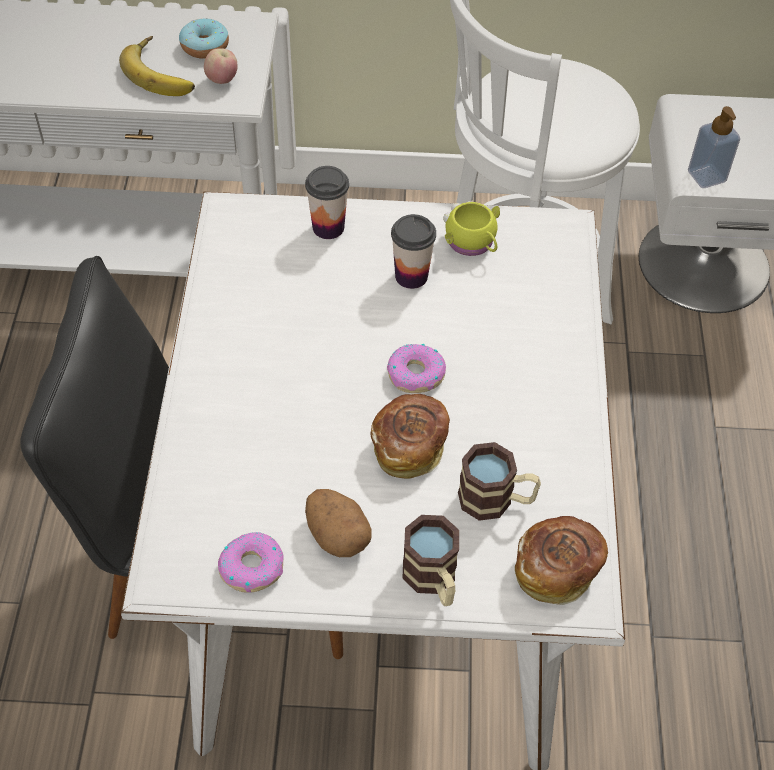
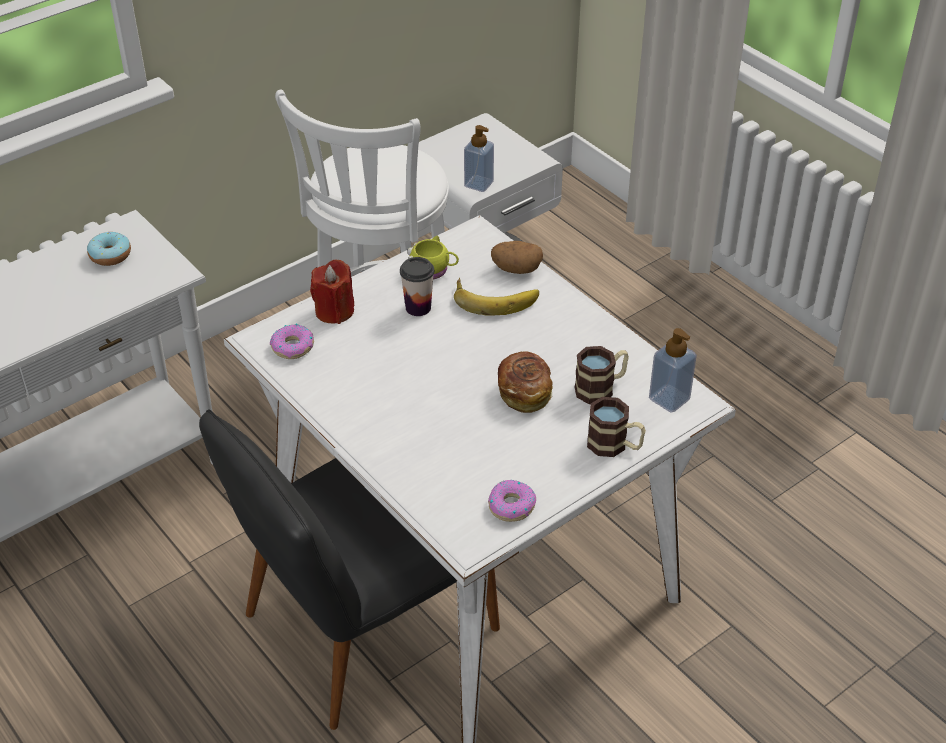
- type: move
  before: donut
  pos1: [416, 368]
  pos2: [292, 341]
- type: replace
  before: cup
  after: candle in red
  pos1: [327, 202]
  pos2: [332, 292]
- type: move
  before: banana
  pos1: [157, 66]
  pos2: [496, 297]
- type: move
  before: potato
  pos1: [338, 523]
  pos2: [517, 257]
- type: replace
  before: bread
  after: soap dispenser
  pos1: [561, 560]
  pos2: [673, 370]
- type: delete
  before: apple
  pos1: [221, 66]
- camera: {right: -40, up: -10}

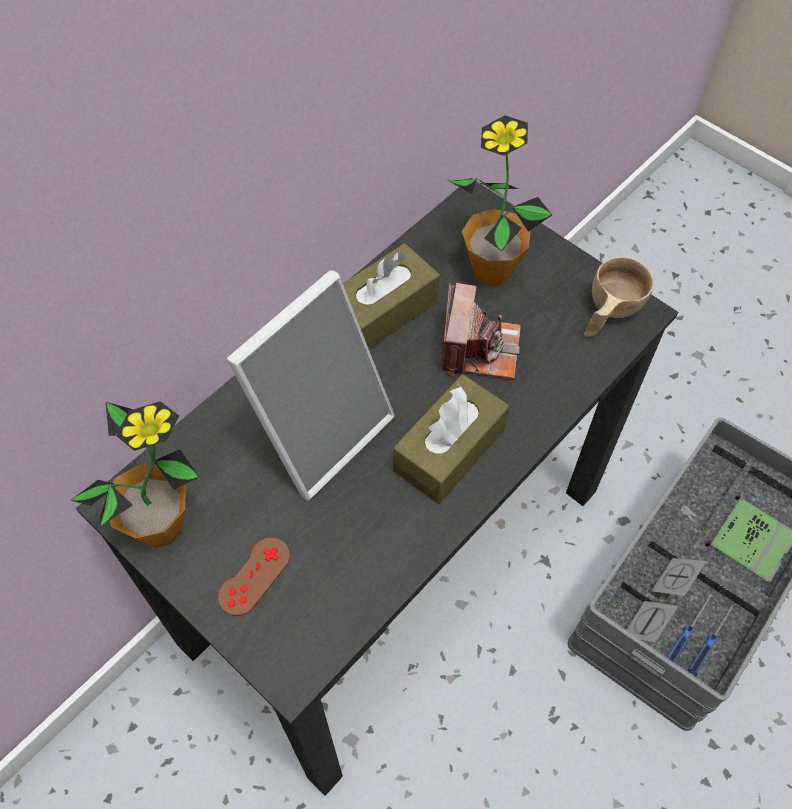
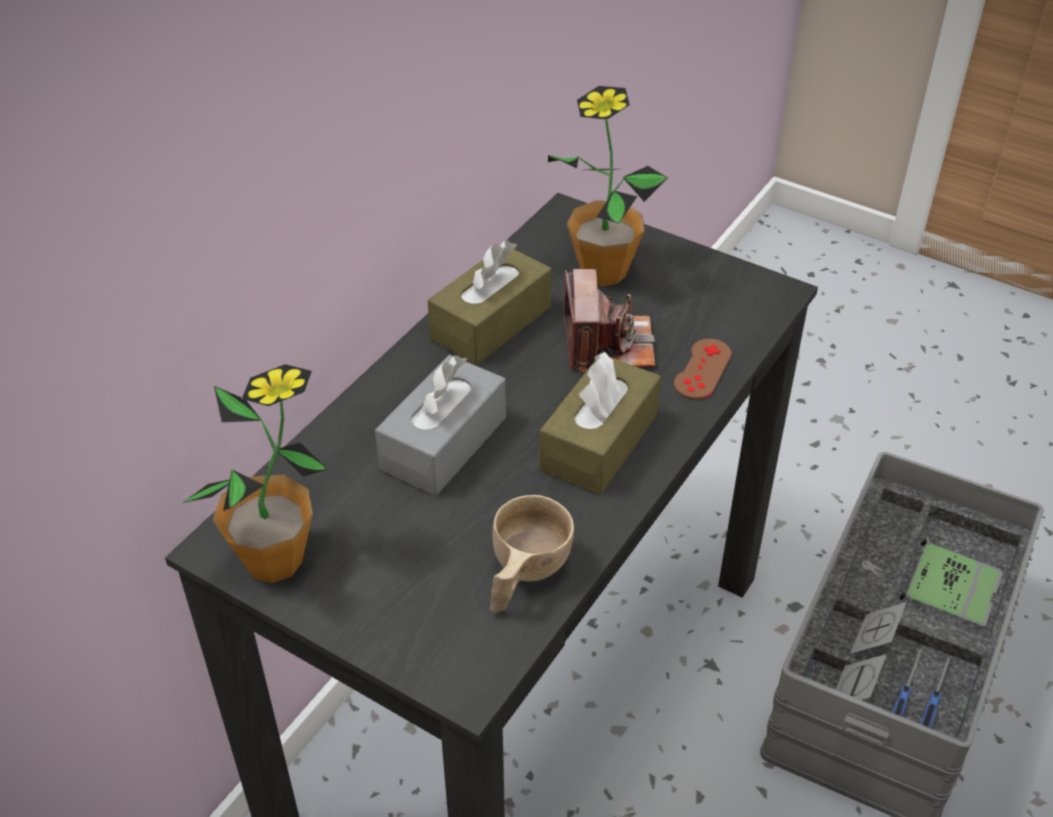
- type: replace
  before: picture frame
  after: tissue box in grey
  pos1: [311, 385]
  pos2: [440, 425]
- type: move
  before: cup in beige
  pos1: [619, 297]
  pos2: [532, 554]
- type: move
  before: game controller in brown
  pos1: [254, 577]
  pos2: [703, 369]
- camera: {right: -10, up: -15}

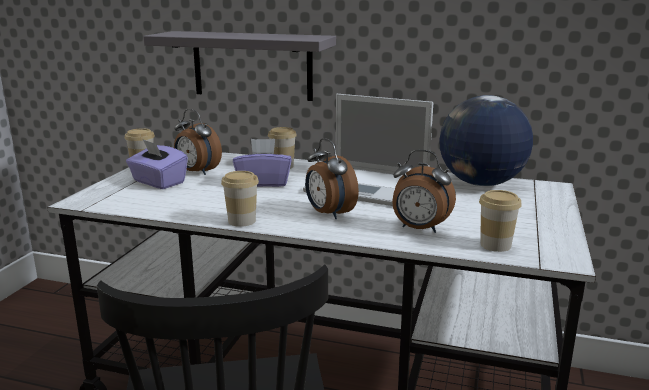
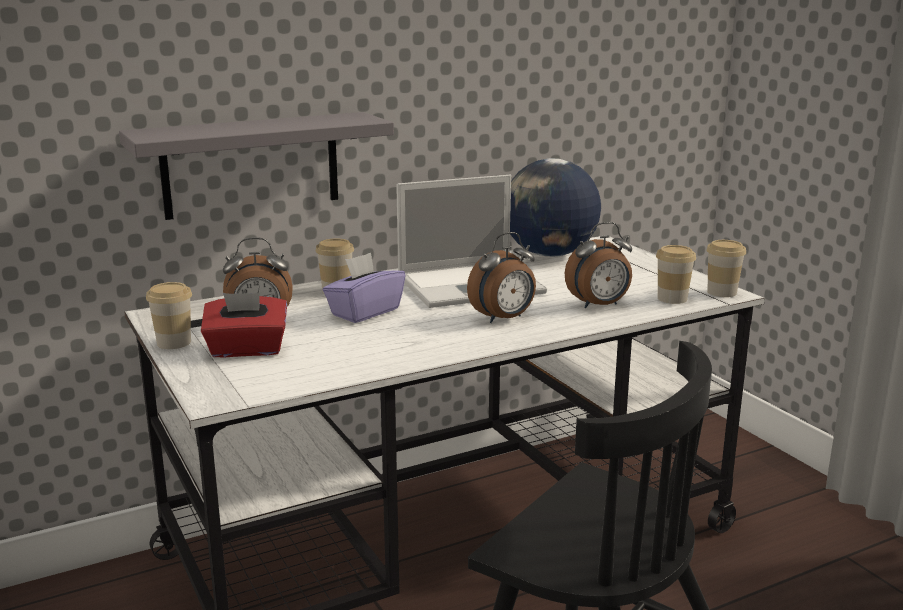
- type: recolor
  before: tissue box in purple
  after: tissue box in red
  pos1: [157, 164]
  pos2: [244, 325]
- type: rotate
  before: alarm clock
  pos1: [332, 178]
  pos2: [501, 277]
  turn: -45
- type: move
  before: cup
  pos1: [240, 199]
  pos2: [726, 268]
- camera: {right: -45, up: 0}

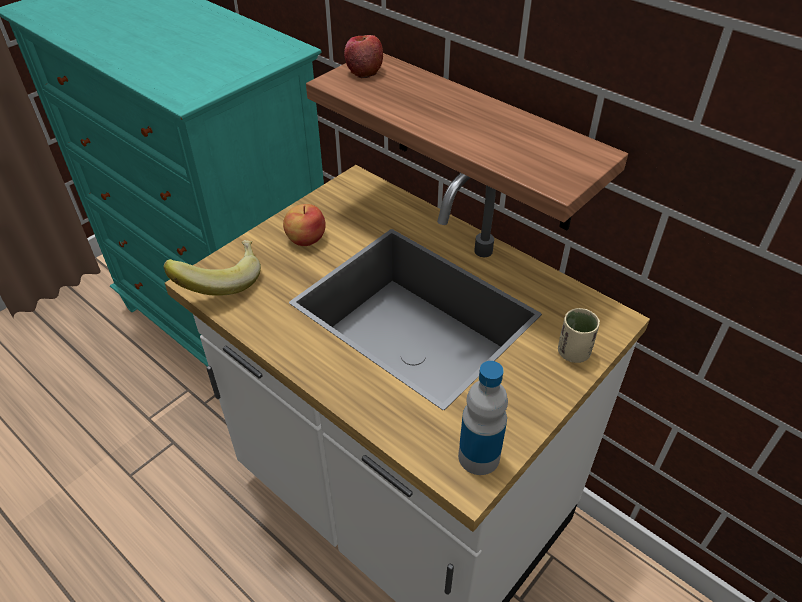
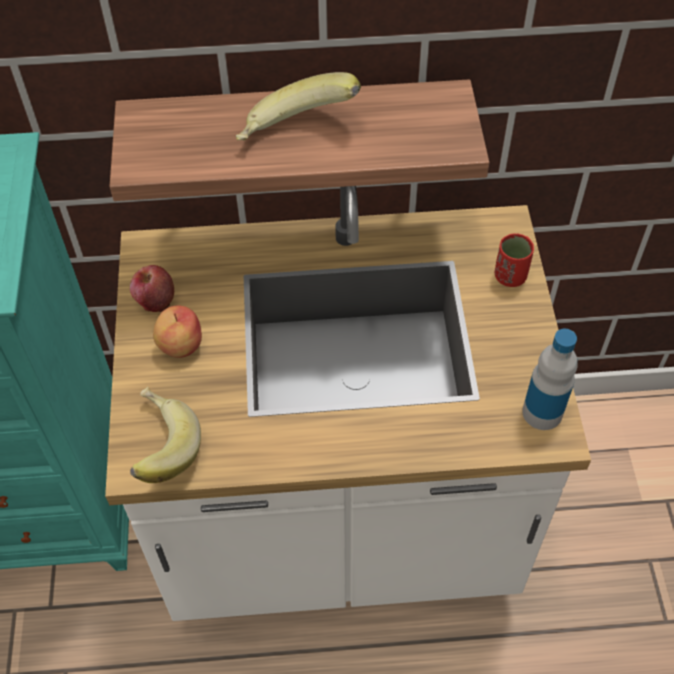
- type: move
  before: apple
  pos1: [363, 56]
  pos2: [152, 288]
- type: insert
  after: banana
  pos2: [298, 106]
- type: recolor
  before: cup in beige
  after: cup in red
  pos1: [579, 335]
  pos2: [514, 260]
- camera: {right: -45, up: 10}

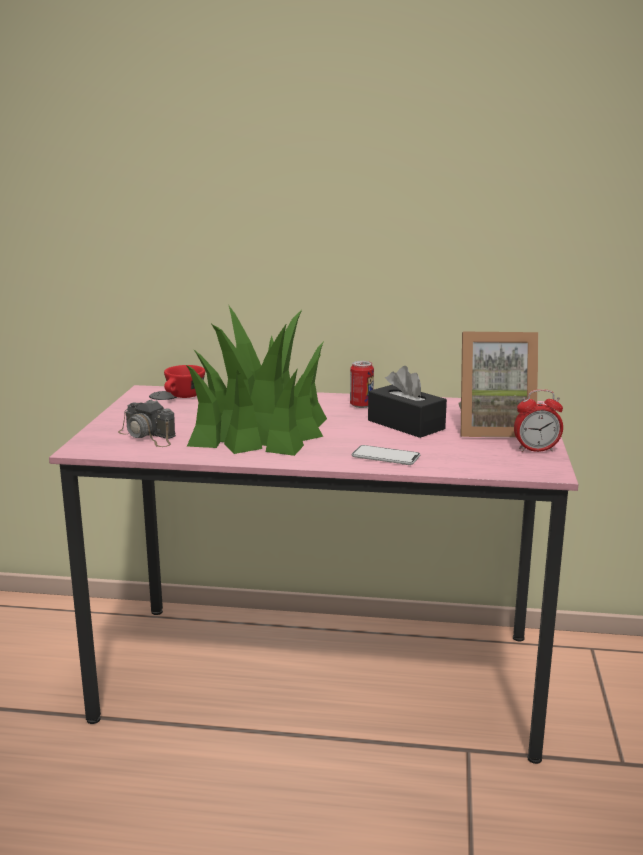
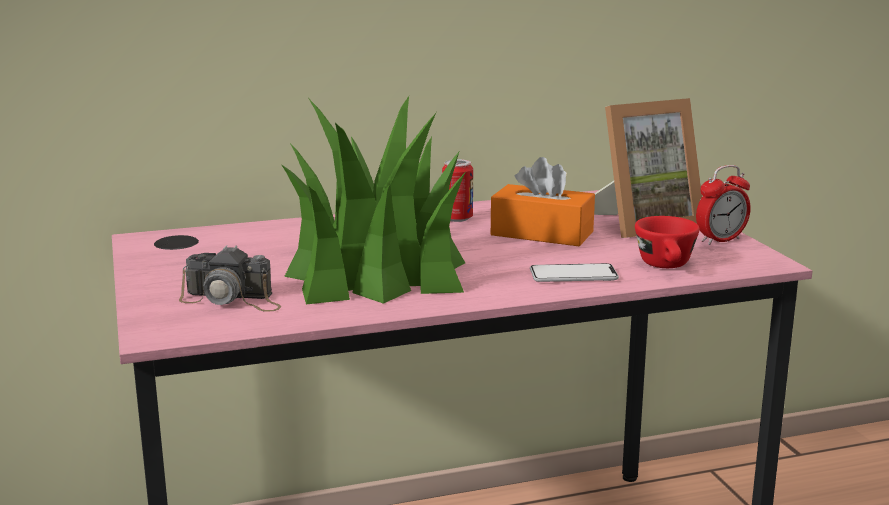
- type: recolor
  before: tissue box in black
  after: tissue box in orange
  pos1: [407, 402]
  pos2: [543, 201]
- type: move
  before: cup in red
  pos1: [184, 381]
  pos2: [667, 242]
- camera: {right: -25, up: 0}

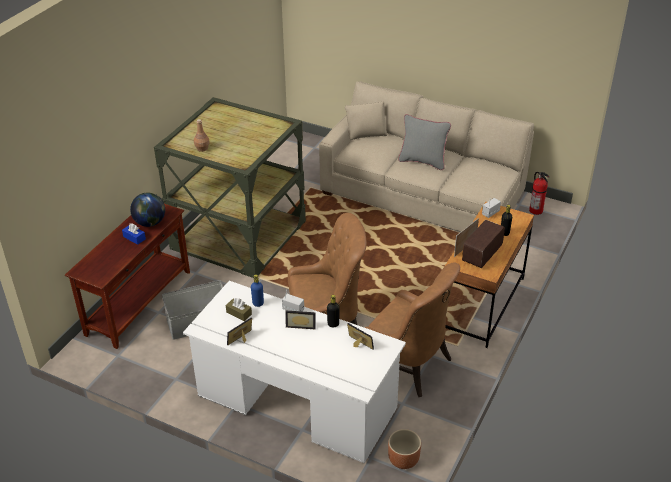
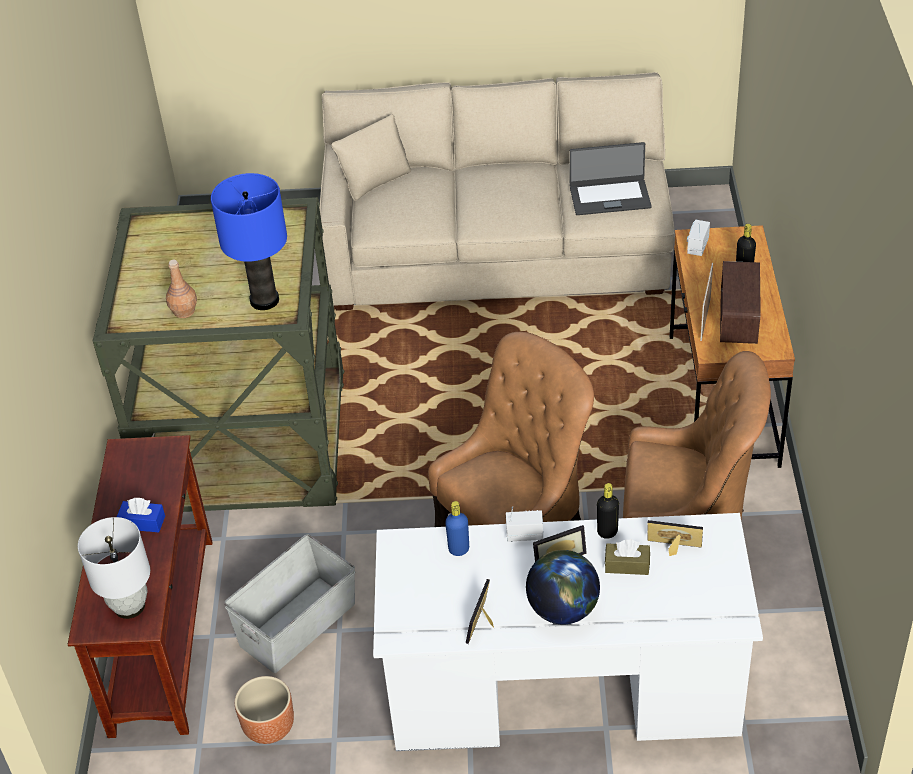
- type: insert
  after: table lamp in white
  pos2: [114, 568]
- type: insert
  after: table lamp in blue
  pos2: [249, 241]
- type: move
  before: planter in brown
  pos1: [404, 449]
  pos2: [264, 710]
- type: move
  before: globe
  pos1: [147, 210]
  pos2: [563, 587]
- type: insert
  after: laptop
  pos2: [610, 178]
- type: move
  before: tissue box in brown
  pos1: [239, 309]
  pos2: [627, 557]
- type: delete
  before: pillow in grey
  pos1: [424, 142]
- type: delete
  before: fire extinguisher
  pos1: [539, 193]
- camera: {right: -25, up: 5}

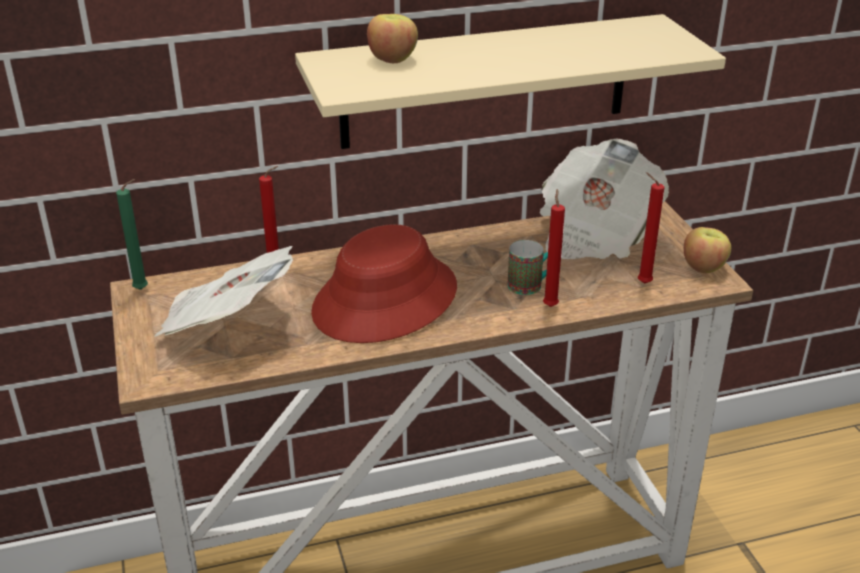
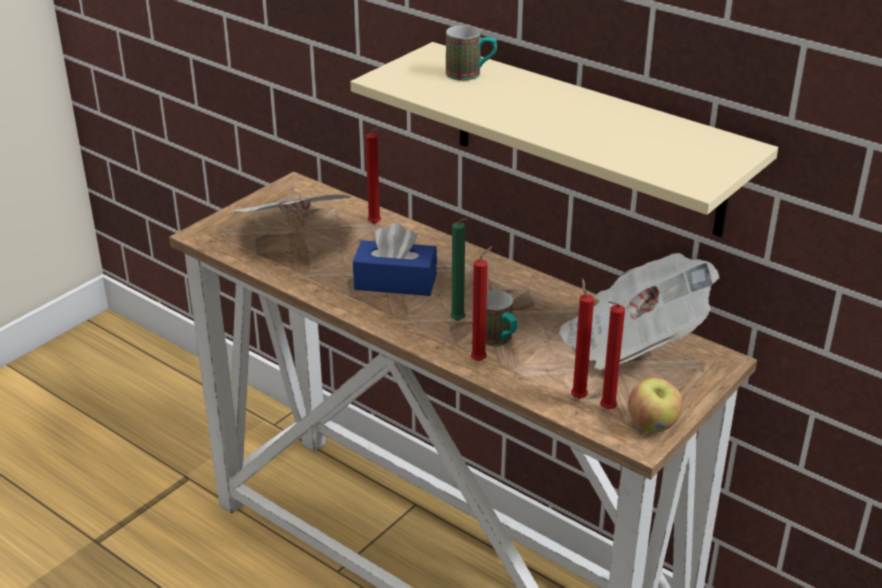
- type: replace
  before: hat in red
  after: tissue box in blue
  pos1: [384, 283]
  pos2: [395, 259]
- type: replace
  before: apple
  after: mug
  pos1: [392, 38]
  pos2: [471, 53]
- type: move
  before: candle in green
  pos1: [132, 234]
  pos2: [459, 269]
- type: insert
  after: candle in red
  pos2: [612, 355]
- camera: {right: 55, up: 0}

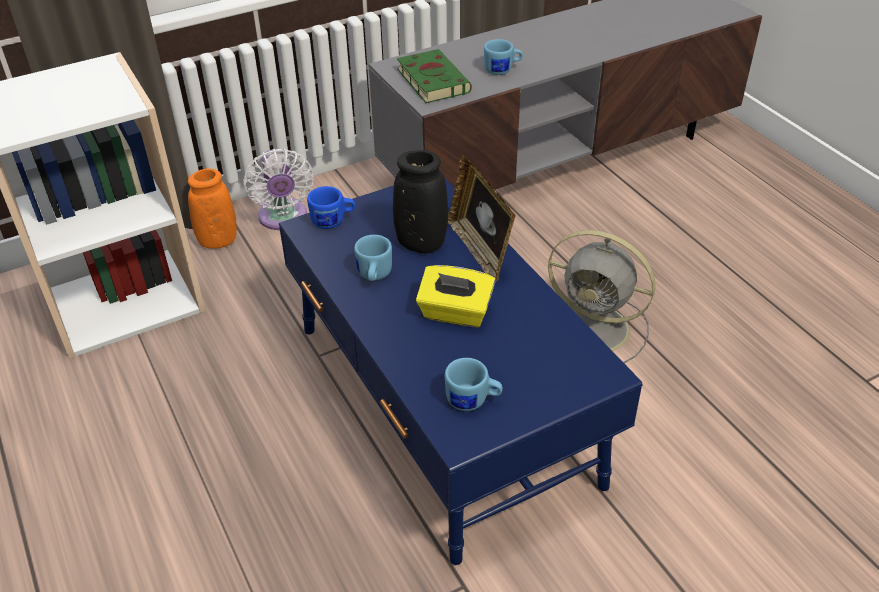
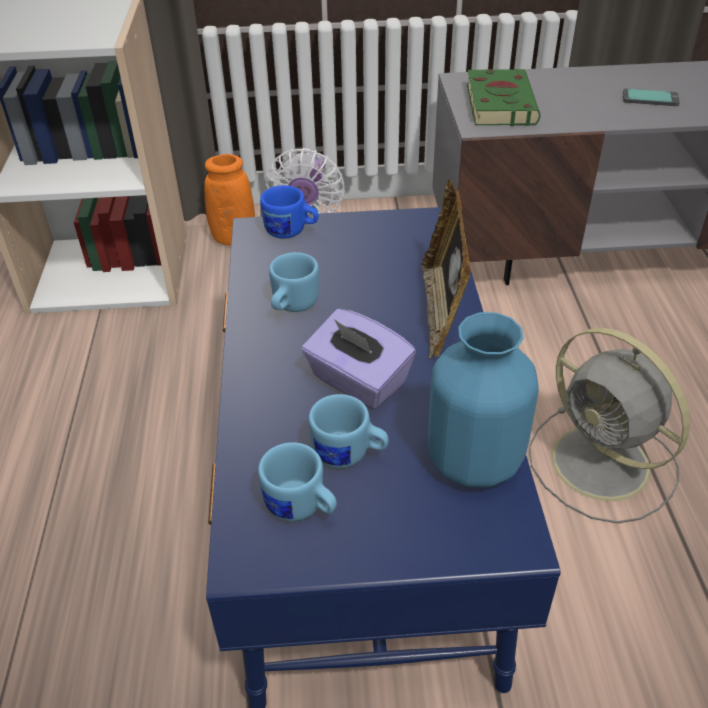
- type: recolor
  before: tissue box in yellow
  after: tissue box in purple
  pos1: [456, 296]
  pos2: [359, 359]
- type: move
  before: mug in blue
  pos1: [503, 57]
  pos2: [348, 431]
- type: insert
  after: vase in blue
  pos2: [483, 399]
- type: insert
  after: phone
  pos2: [651, 97]
- type: delete
  before: vase in black
  pos1: [420, 201]
- camera: {right: 25, up: 0}

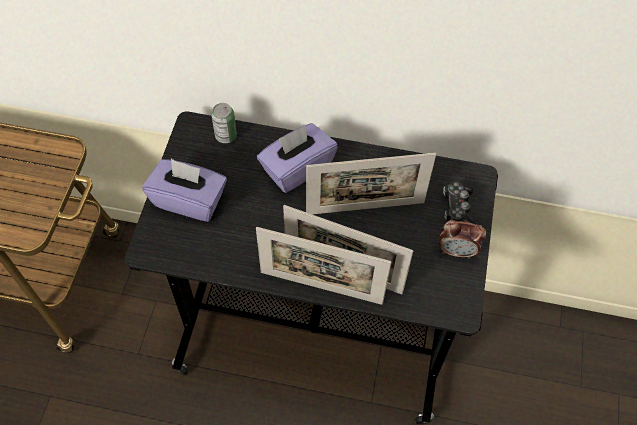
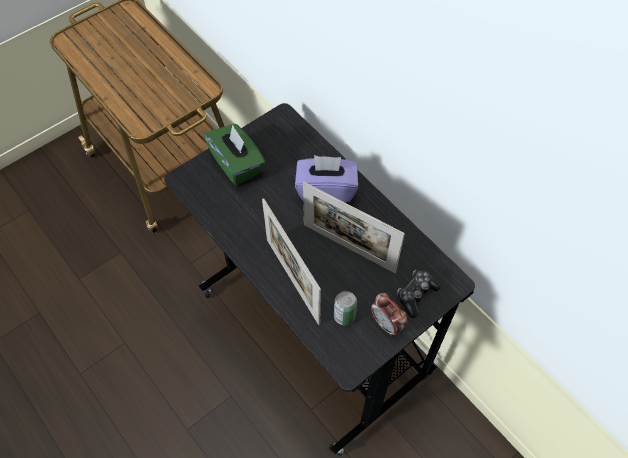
- type: recolor
  before: tissue box in purple
  after: tissue box in green
  pos1: [184, 190]
  pos2: [234, 155]
- type: move
  before: can
  pos1: [224, 123]
  pos2: [345, 308]
- type: delete
  before: picture frame
  pos1: [323, 266]
- camera: {right: 40, up: 0}

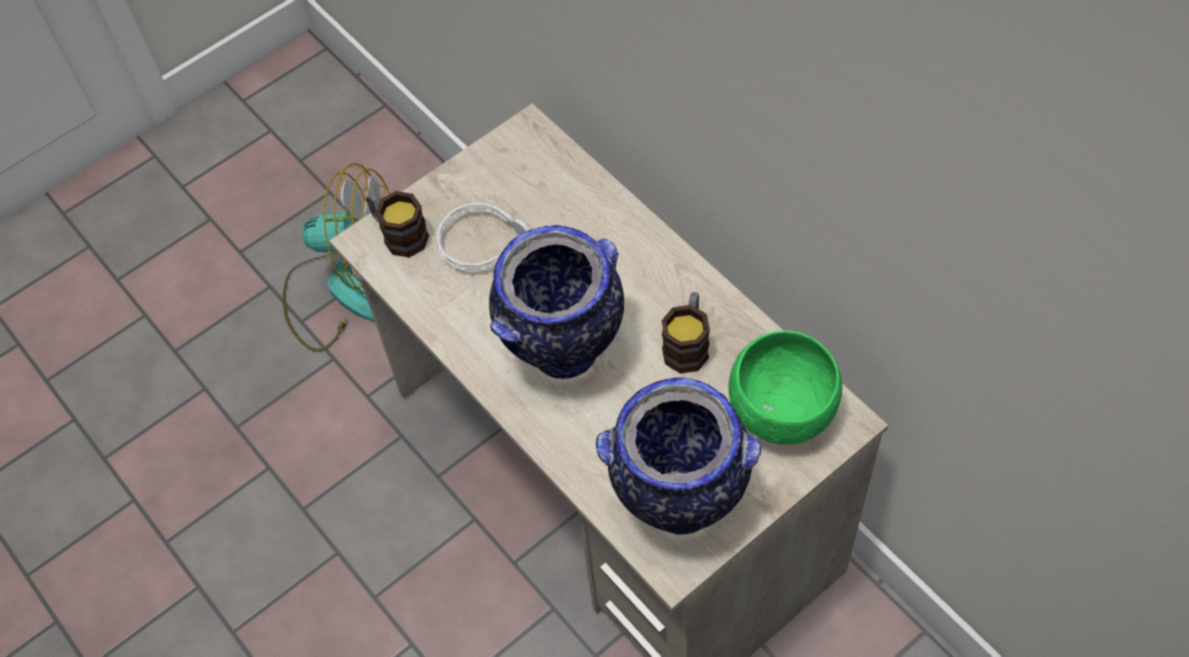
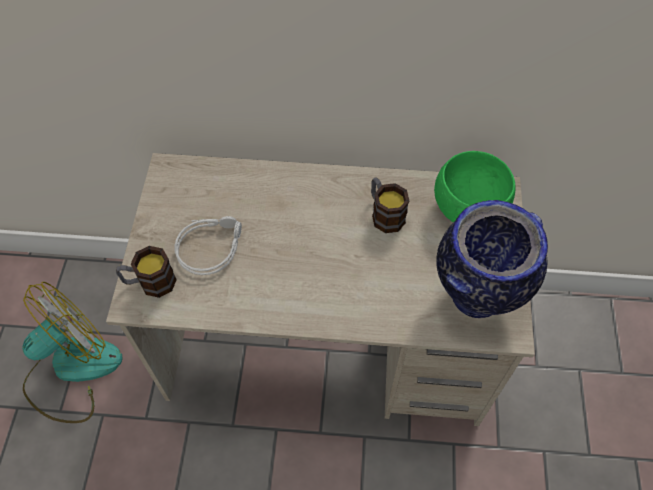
- type: delete
  before: vase
  pos1: [556, 302]
- camera: {right: -50, up: 0}

